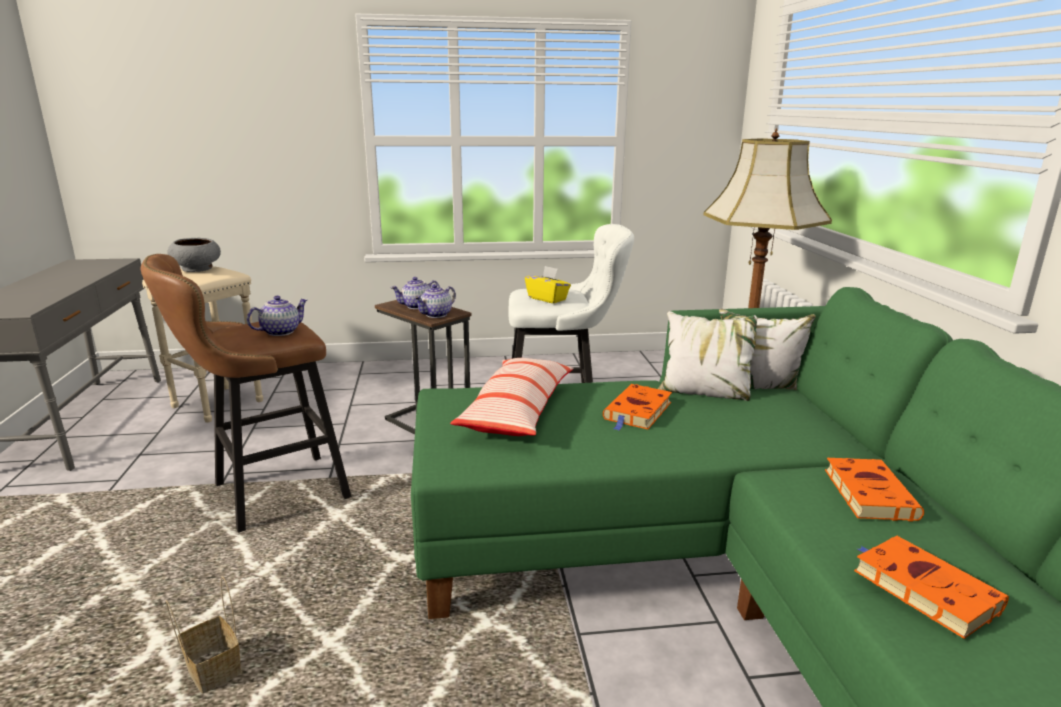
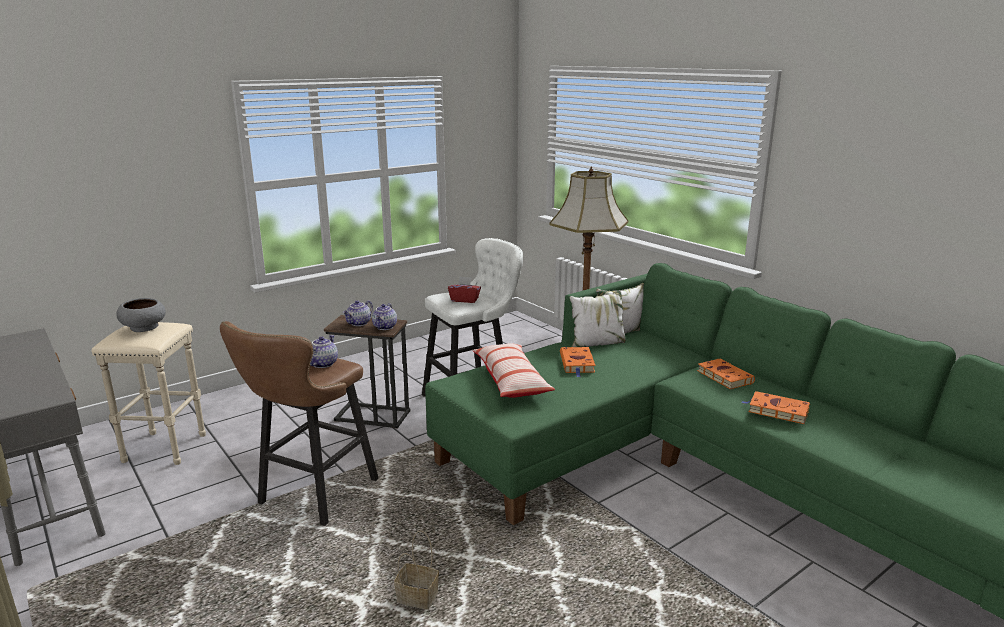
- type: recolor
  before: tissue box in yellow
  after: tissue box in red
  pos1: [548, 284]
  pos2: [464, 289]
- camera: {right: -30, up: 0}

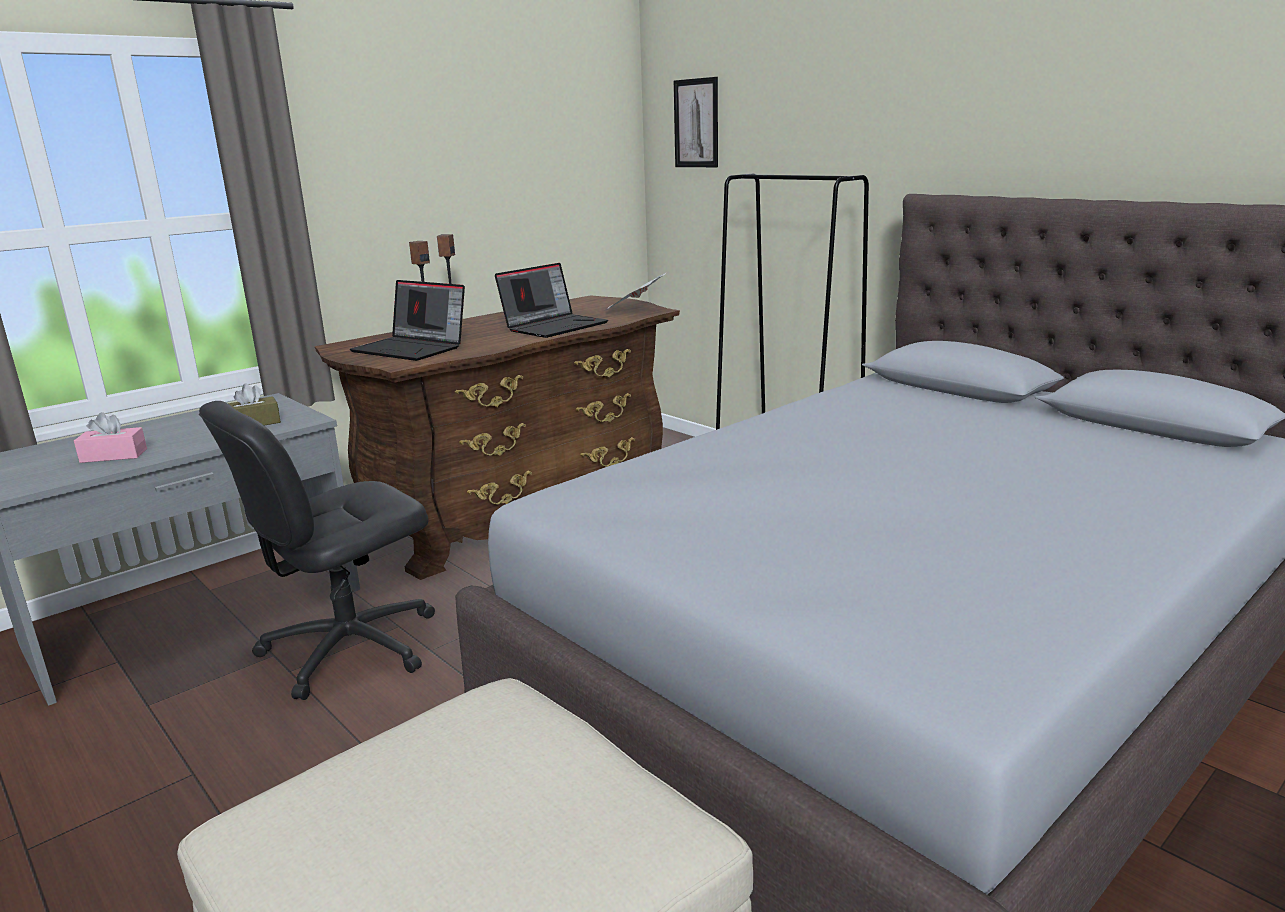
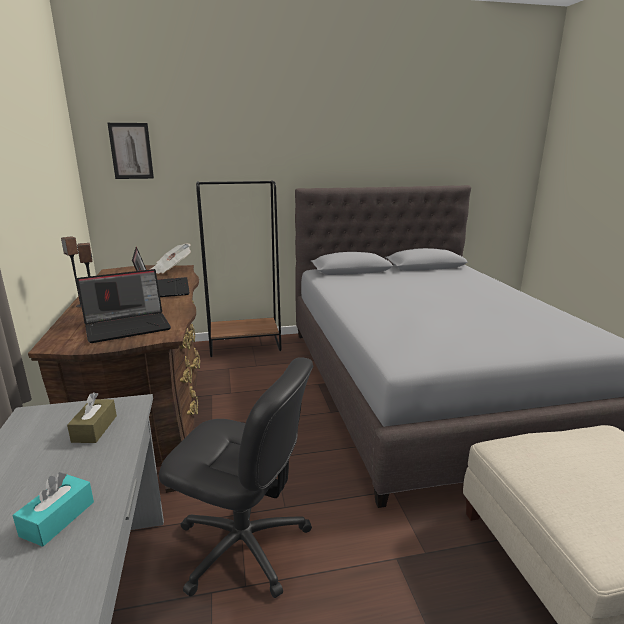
- type: recolor
  before: tissue box in pink
  after: tissue box in turquoise
  pos1: [110, 437]
  pos2: [53, 509]
- type: rotate
  before: office chair in black
  pos1: [317, 550]
  pos2: [236, 477]
  turn: -60
- camera: {right: -60, up: 0}

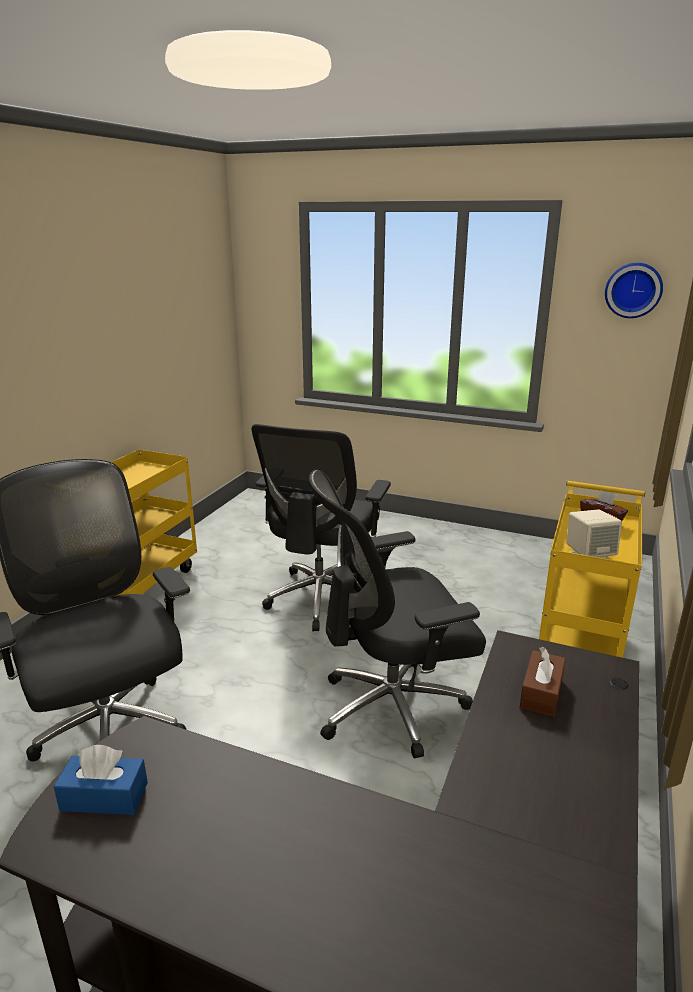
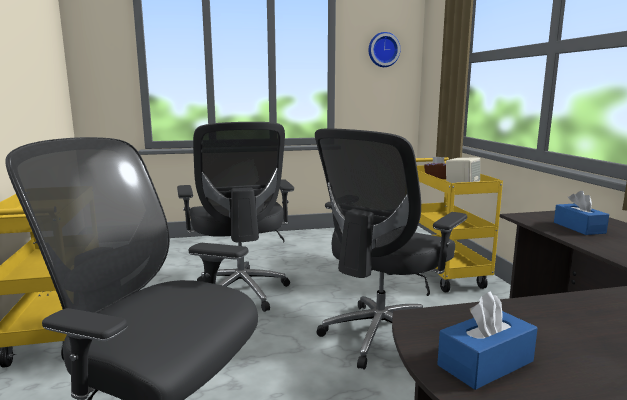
- type: recolor
  before: tissue box in brown
  after: tissue box in blue
  pos1: [543, 682]
  pos2: [581, 213]
- camera: {right: -35, up: -10}

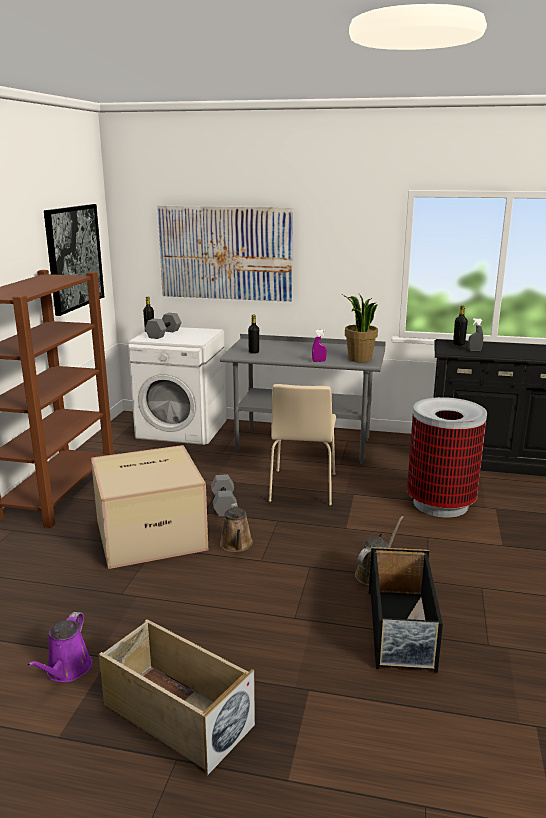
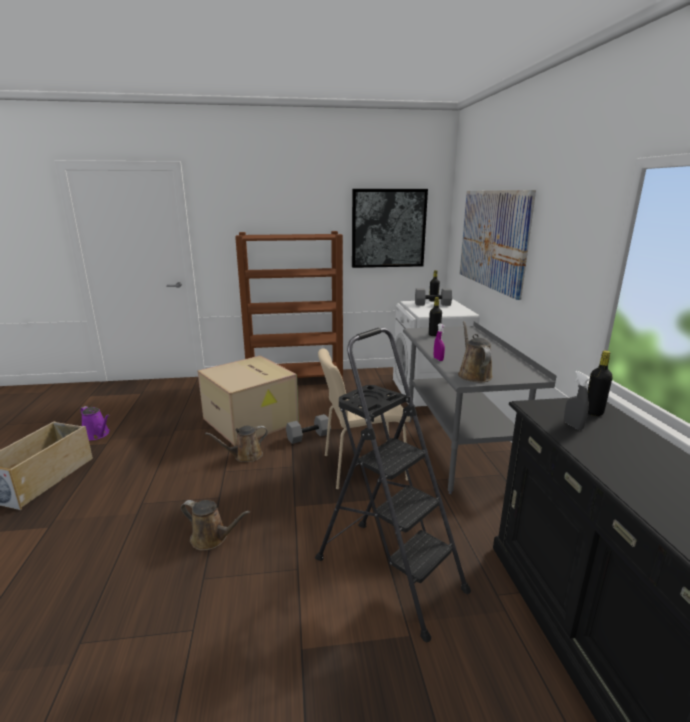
- type: rotate
  before: watering can in purple
  pos1: [60, 647]
  pos2: [94, 423]
  turn: -135
- type: replace
  before: trash can
  after: step ladder
  pos1: [447, 457]
  pos2: [393, 485]
- type: replace
  before: potted plant
  after: watering can in brown
  pos1: [360, 328]
  pos2: [475, 351]
- type: delete
  before: storage box in black
  pos1: [406, 610]
- camera: {right: 70, up: 0}

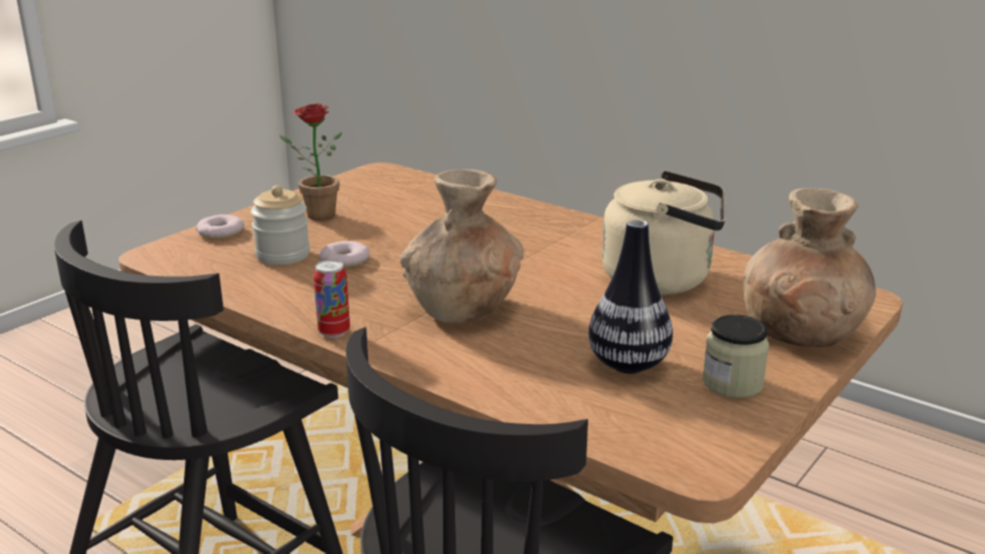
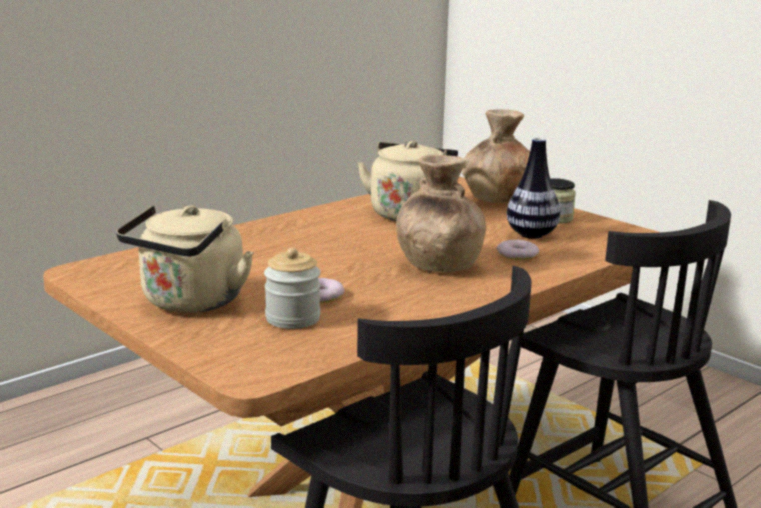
- type: replace
  before: potted plant
  after: kettle in beige
  pos1: [311, 161]
  pos2: [185, 259]
- type: move
  before: donut
  pos1: [220, 226]
  pos2: [517, 249]
- type: delete
  before: can
  pos1: [331, 299]
- camera: {right: -80, up: -5}

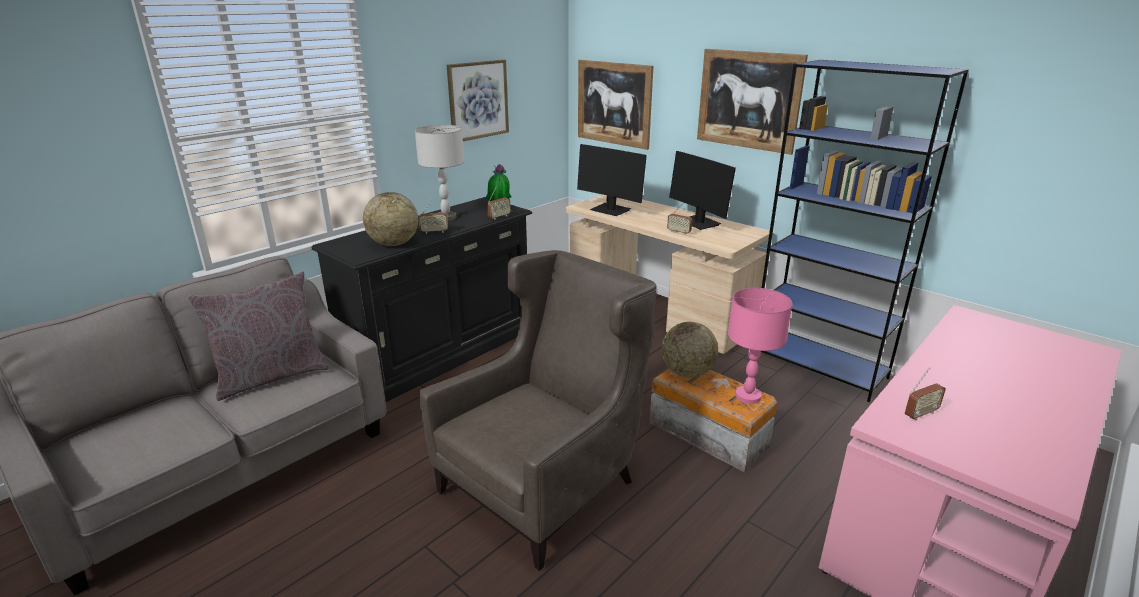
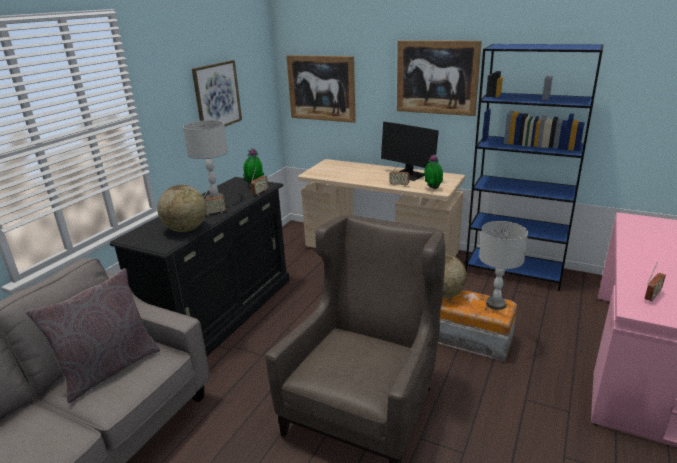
- type: insert
  after: potted plant
  pos2: [433, 172]
- type: recolor
  before: table lamp in pink
  after: table lamp in grey
  pos1: [760, 346]
  pos2: [503, 265]
- type: delete
  before: monitor
  pos1: [612, 180]
- camera: {right: -15, up: 0}

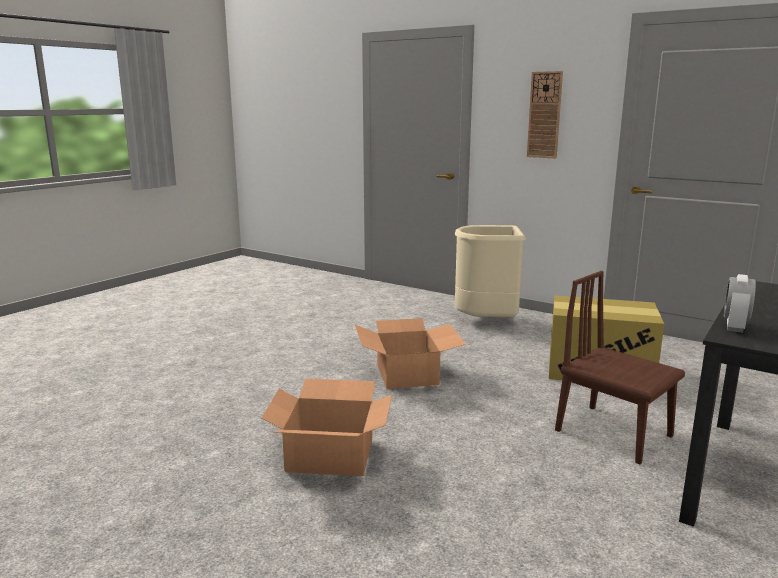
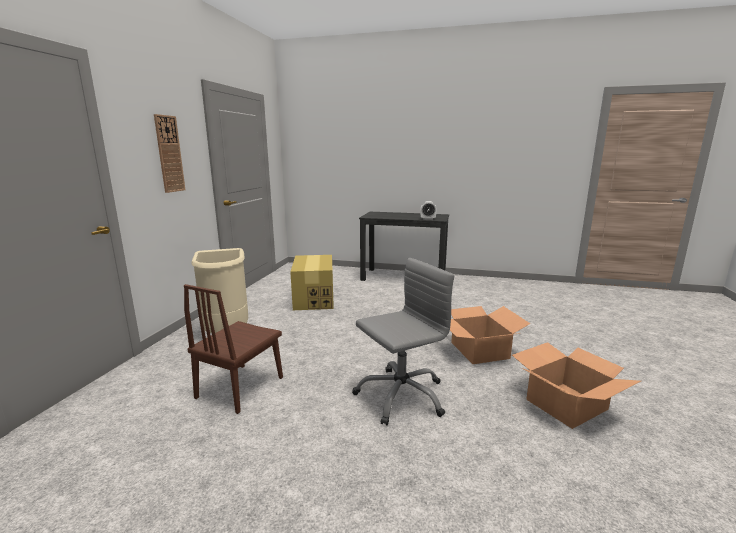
- type: move
  before: chair in brown
  pos1: [620, 367]
  pos2: [233, 349]
- type: insert
  after: office chair in grey
  pos2: [403, 341]
- type: move
  before: cardboard box
  pos1: [410, 353]
  pos2: [576, 385]
- camera: {right: -110, up: 0}

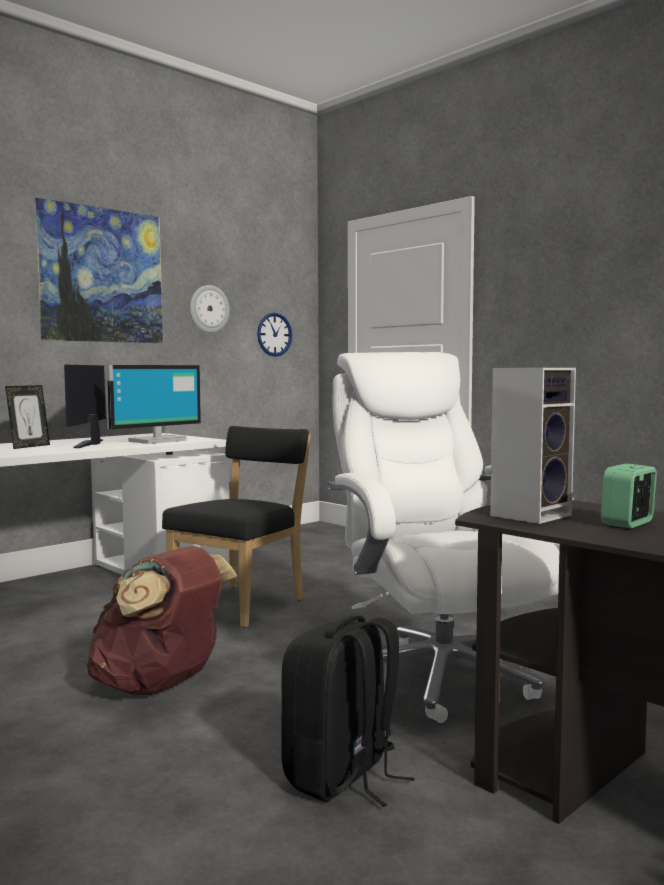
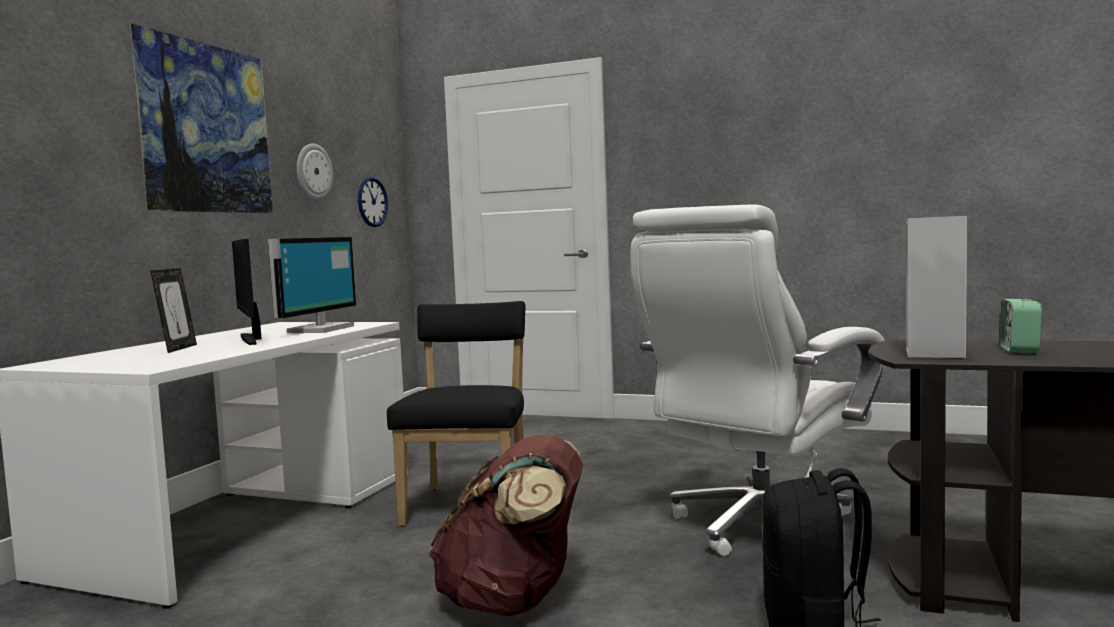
- type: rotate
  before: office chair in white
  pos1: [451, 537]
  pos2: [757, 380]
  turn: -90
- camera: {right: -25, up: 0}

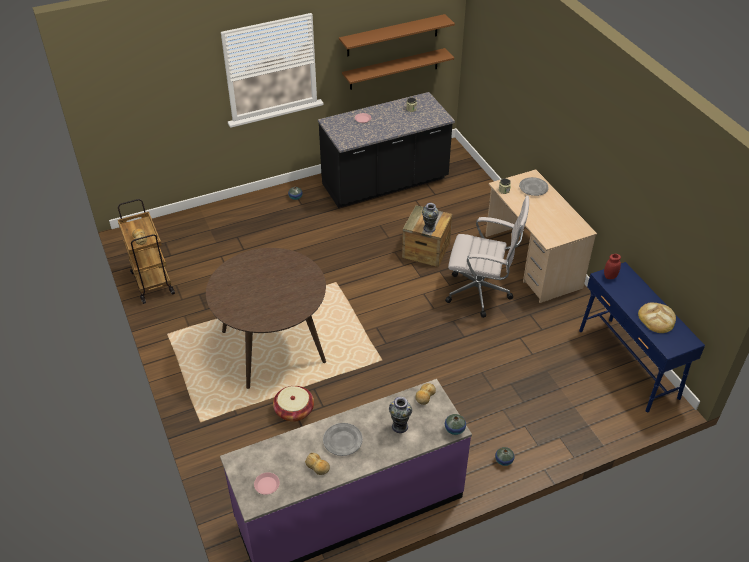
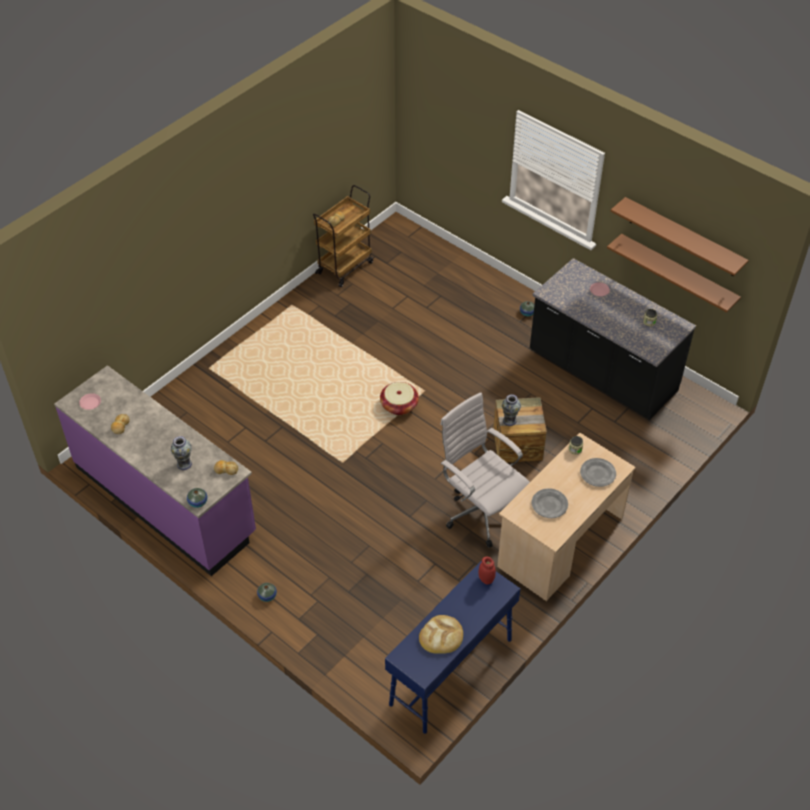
- type: move
  before: basket
  pos1: [293, 404]
  pos2: [399, 398]
- type: rotate
  before: office chair in white
  pos1: [487, 256]
  pos2: [485, 470]
  turn: 150
- type: move
  before: plate in grey
  pos1: [343, 439]
  pos2: [550, 503]
- type: delete
  before: dining table in brown
  pos1: [266, 318]
- camera: {right: 65, up: 5}

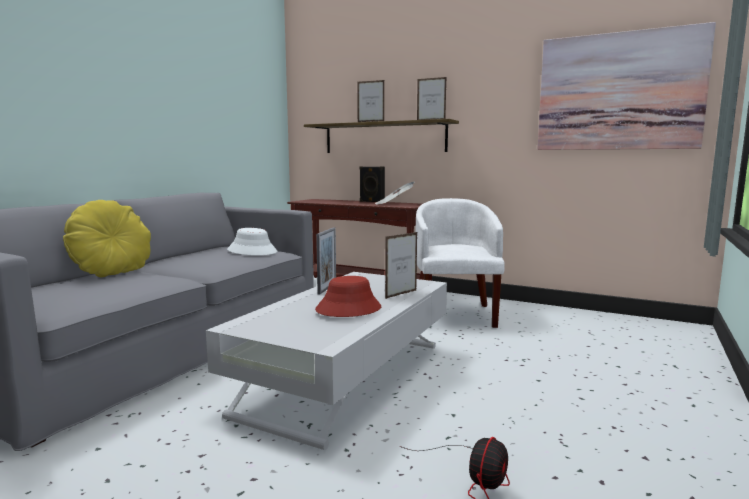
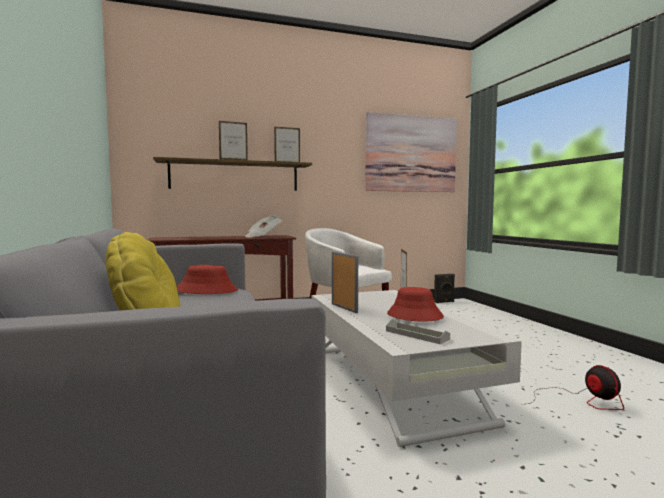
- type: recolor
  before: hat in white
  after: hat in red
  pos1: [252, 242]
  pos2: [207, 279]
- type: insert
  after: tray in grey
  pos2: [418, 331]
- type: move
  before: speaker in black
  pos1: [372, 184]
  pos2: [444, 288]
- camera: {right: -45, up: -5}

